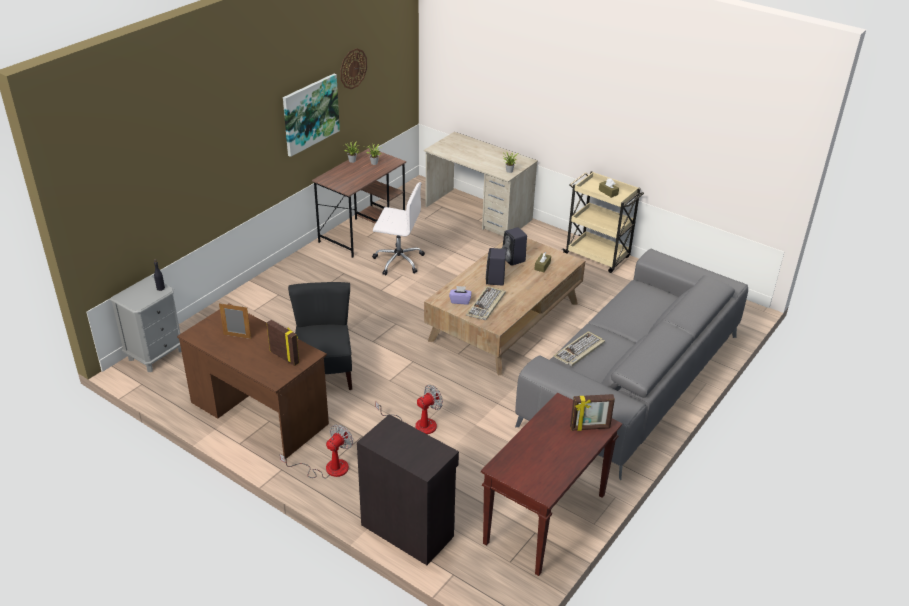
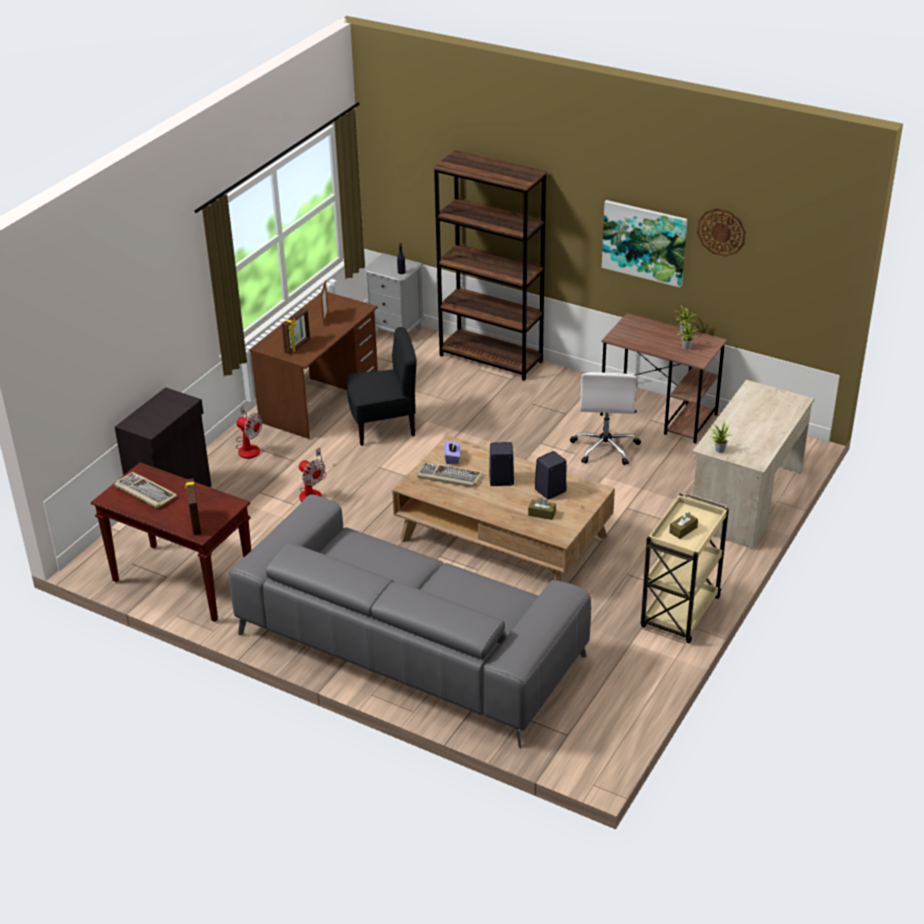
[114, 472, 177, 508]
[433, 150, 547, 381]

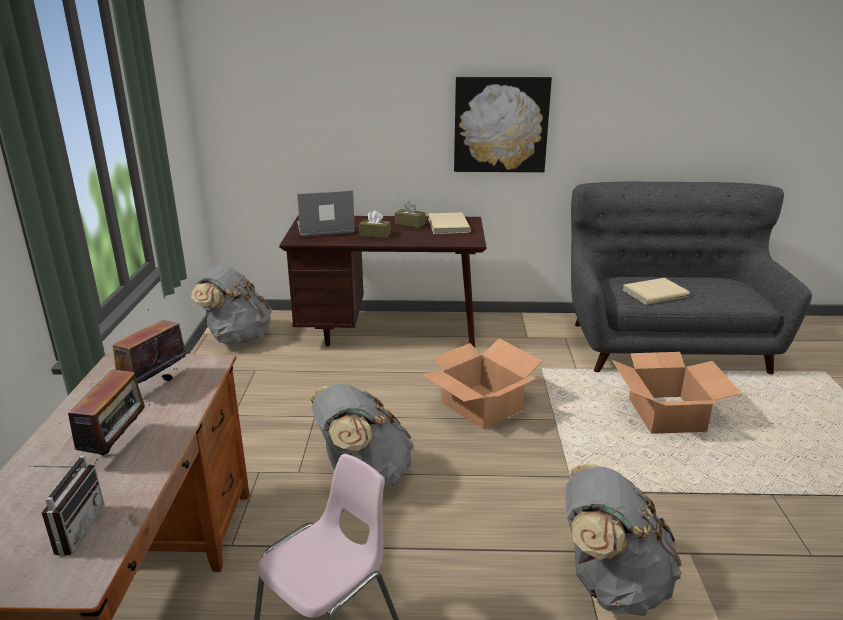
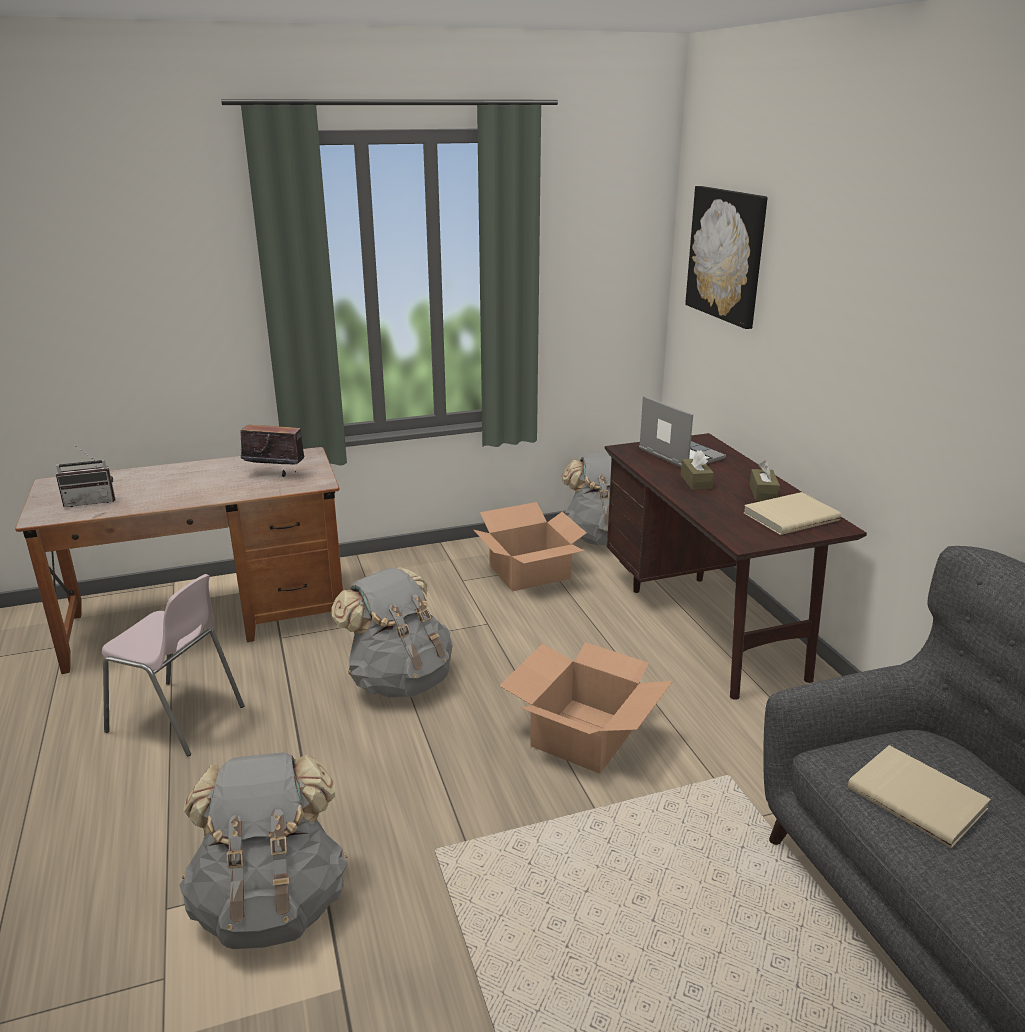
[474, 502, 587, 592]
[685, 186, 768, 329]
[59, 369, 150, 463] (first image)

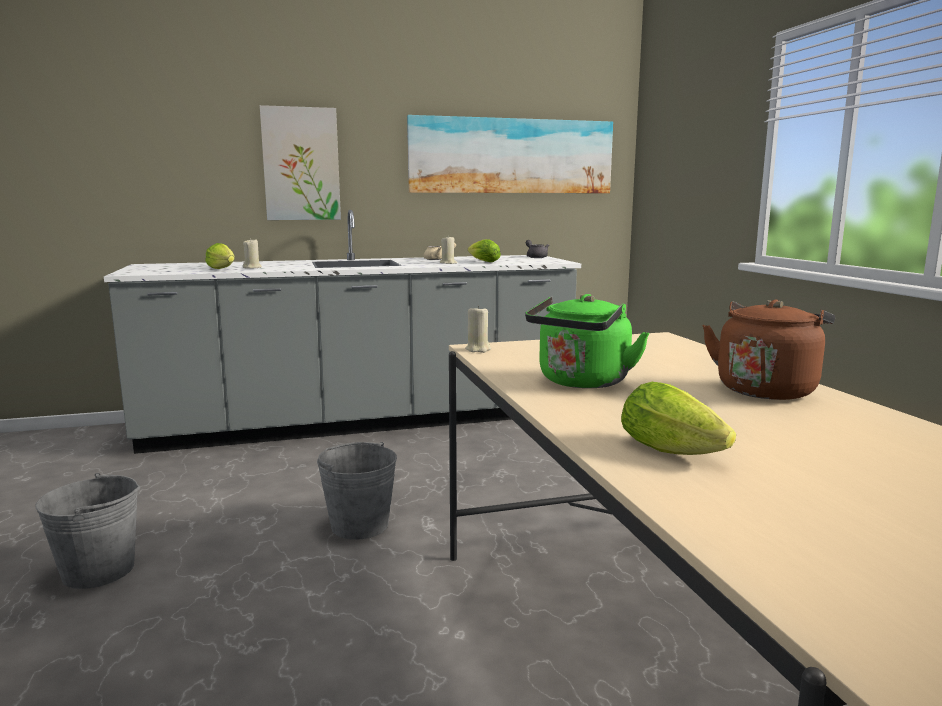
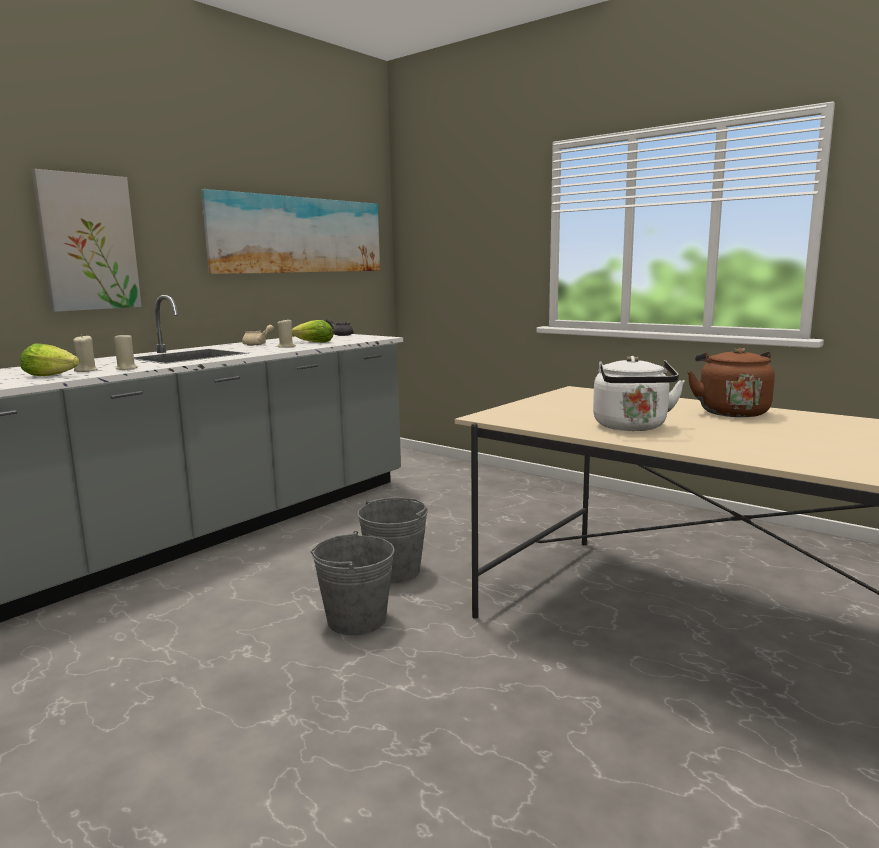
[114, 333, 138, 370]
[357, 497, 428, 583]
[593, 356, 685, 431]
[621, 382, 736, 455] (first image)

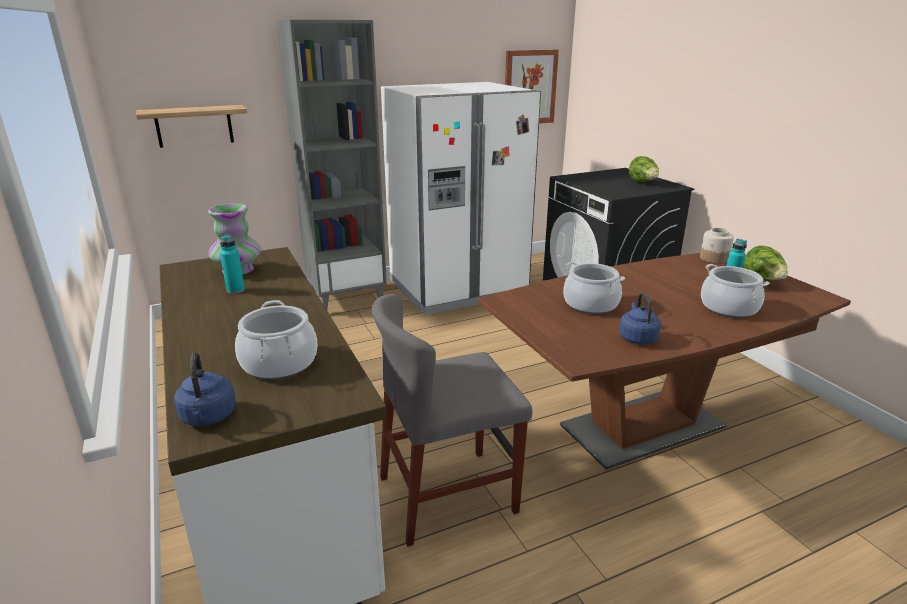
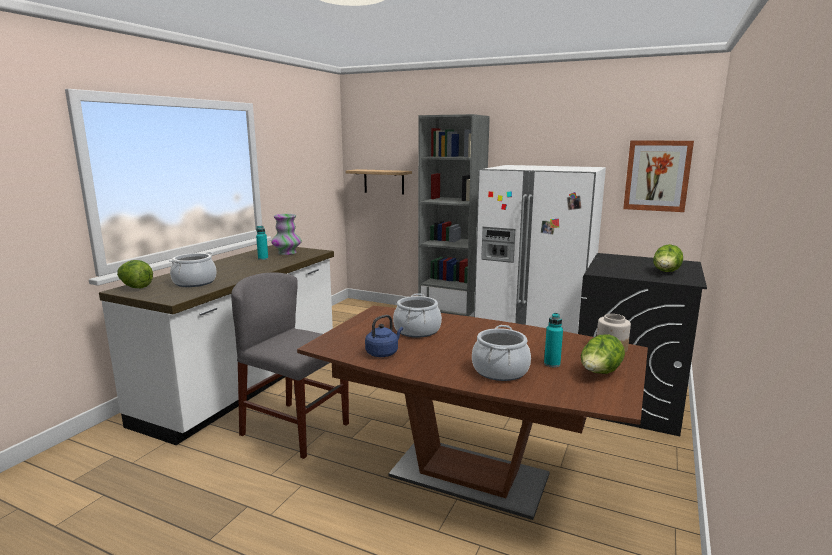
[117, 260, 153, 288]

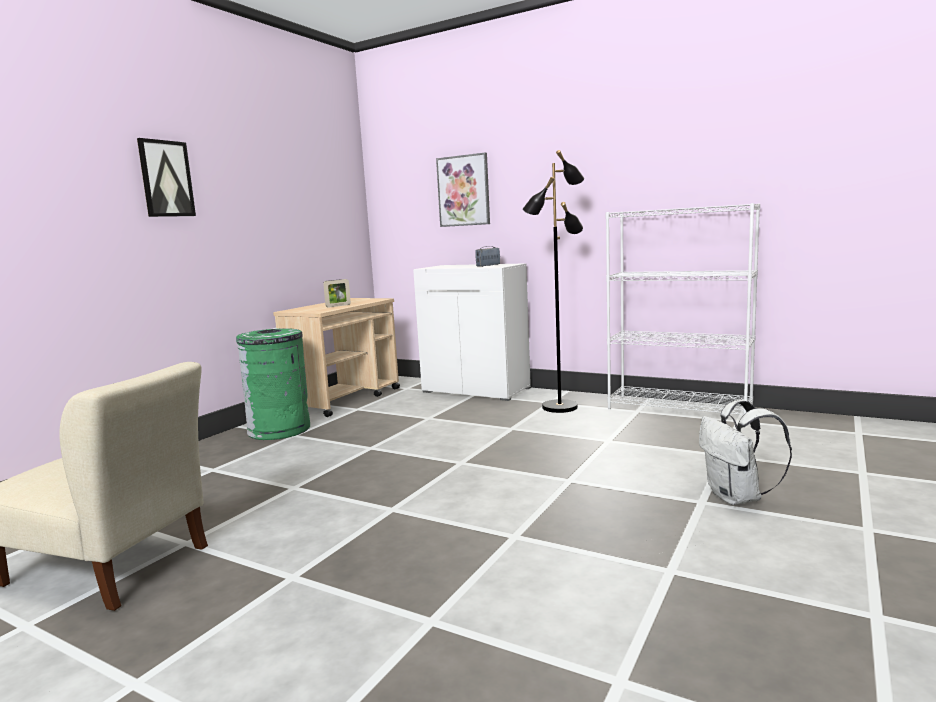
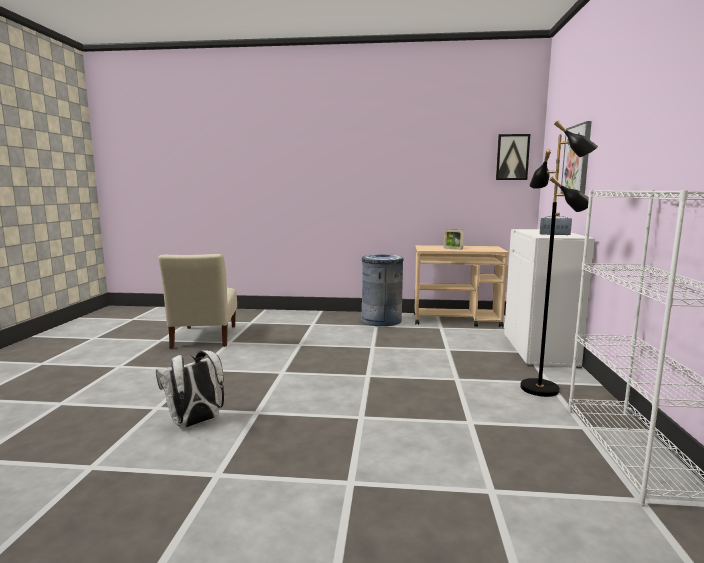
[156, 350, 224, 428]
[361, 254, 403, 327]
[496, 134, 530, 180]

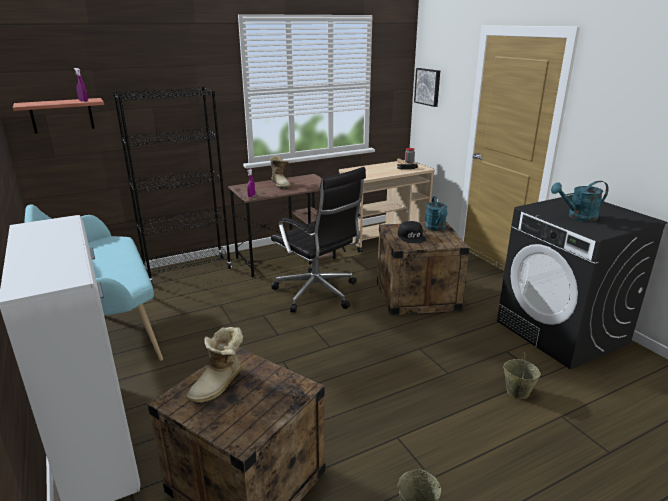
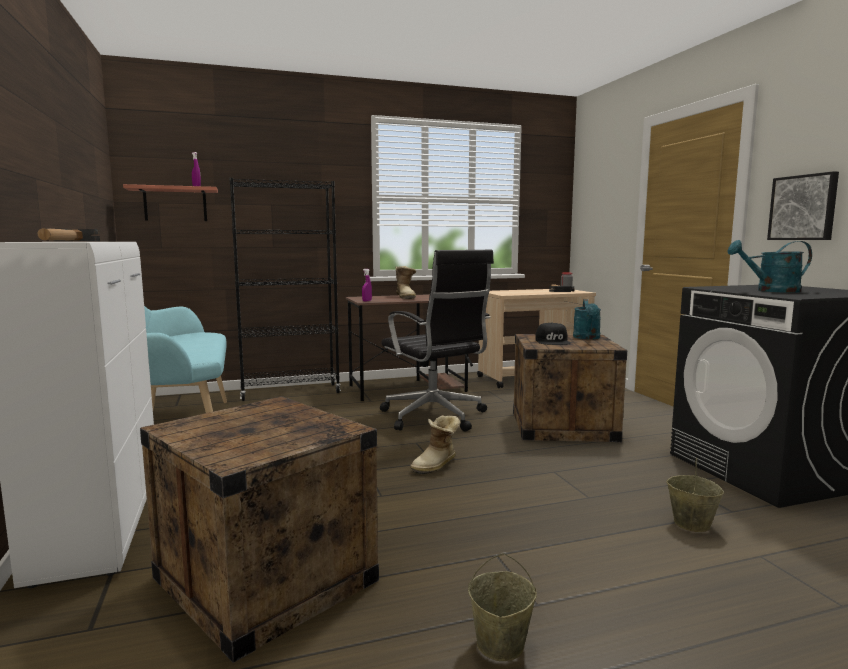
[38, 228, 100, 241]
[410, 415, 460, 475]
[767, 171, 839, 240]

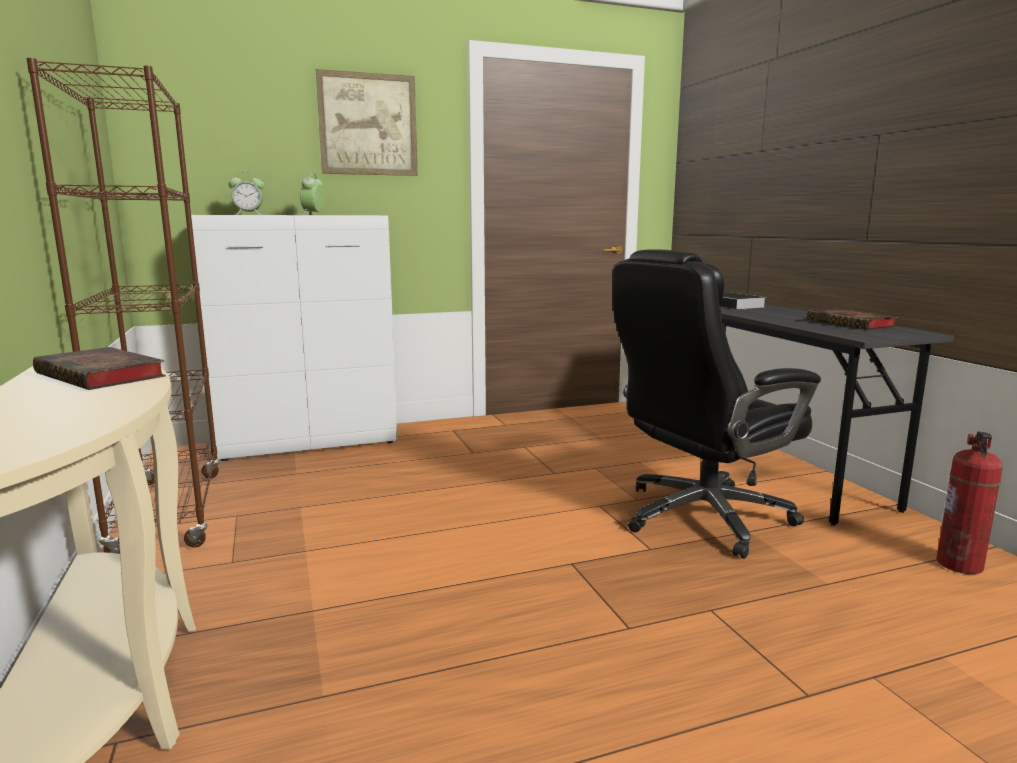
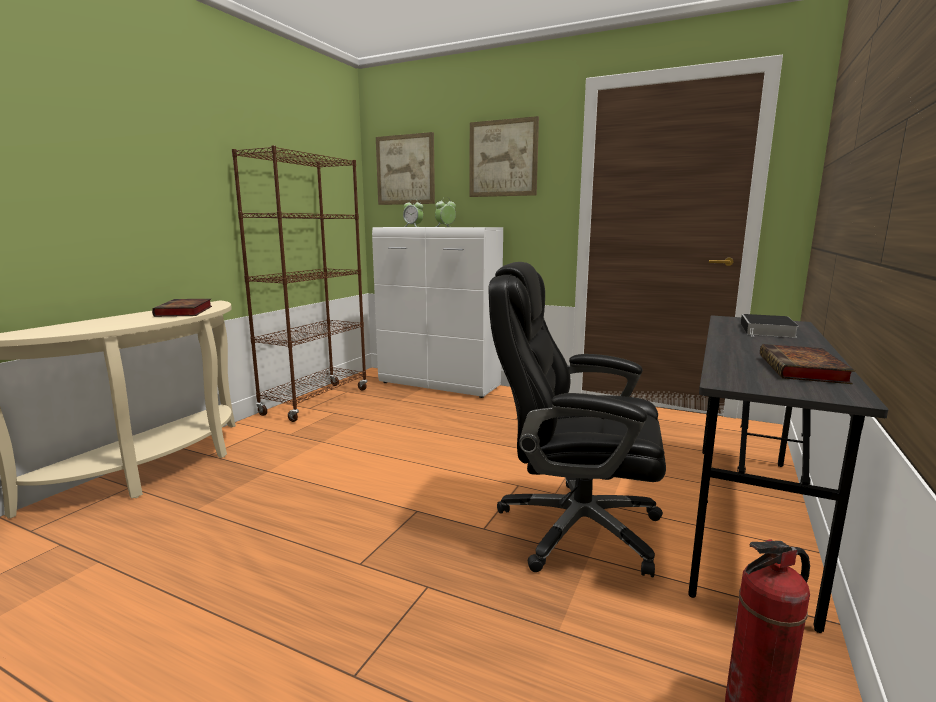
[376, 132, 435, 205]

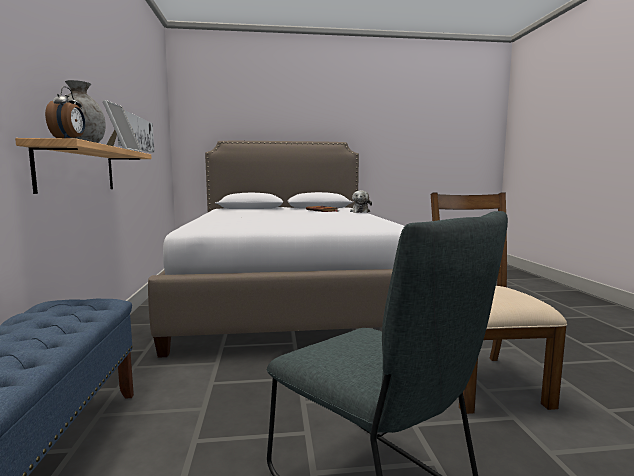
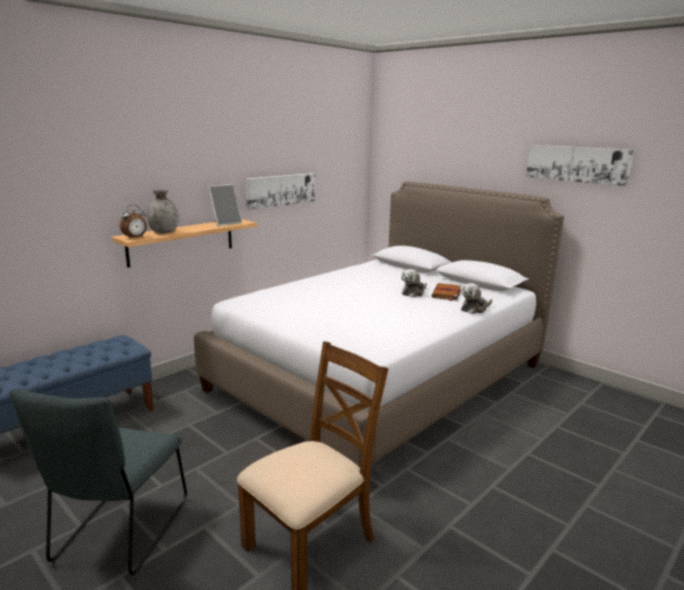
[401, 269, 427, 297]
[526, 145, 634, 186]

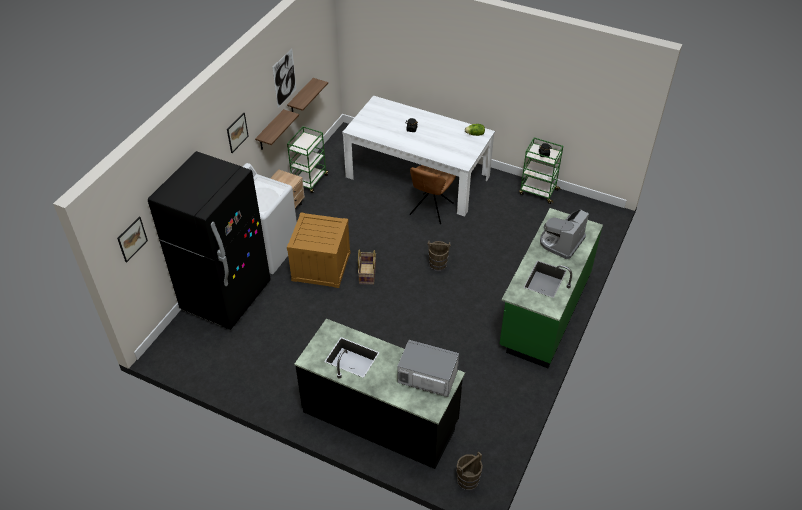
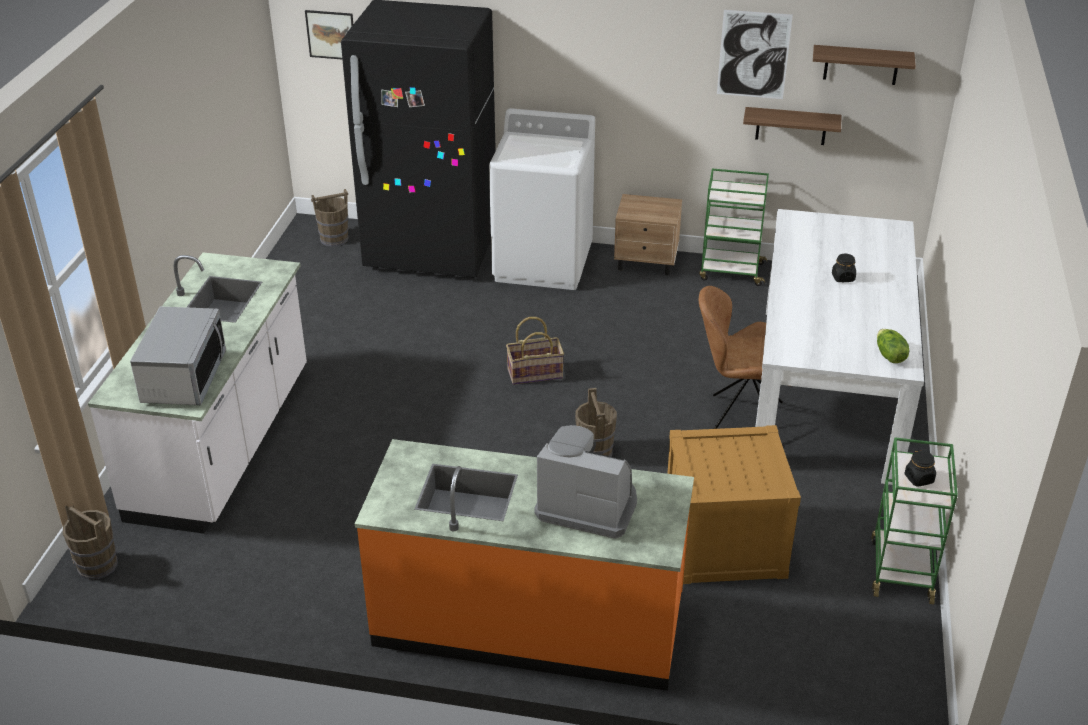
[88, 252, 307, 534]
[311, 189, 349, 247]
[355, 439, 694, 691]
[667, 425, 801, 584]
[813, 45, 916, 85]
[227, 113, 249, 153] (first image)

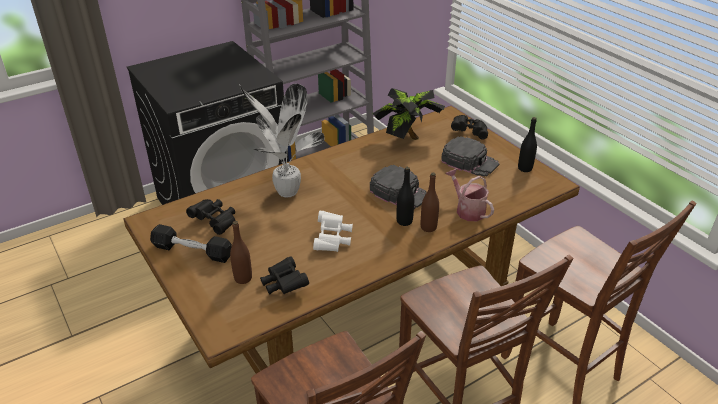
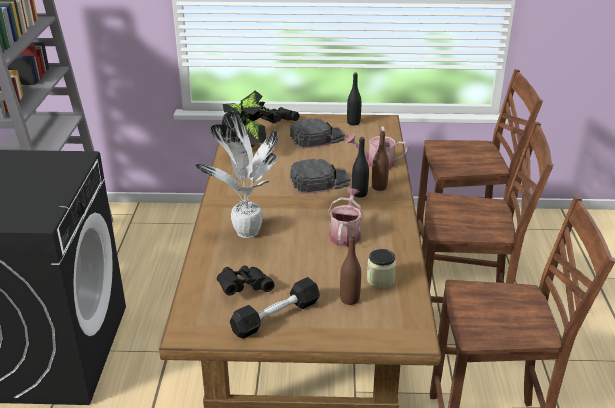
[328, 188, 363, 247]
[367, 249, 396, 288]

